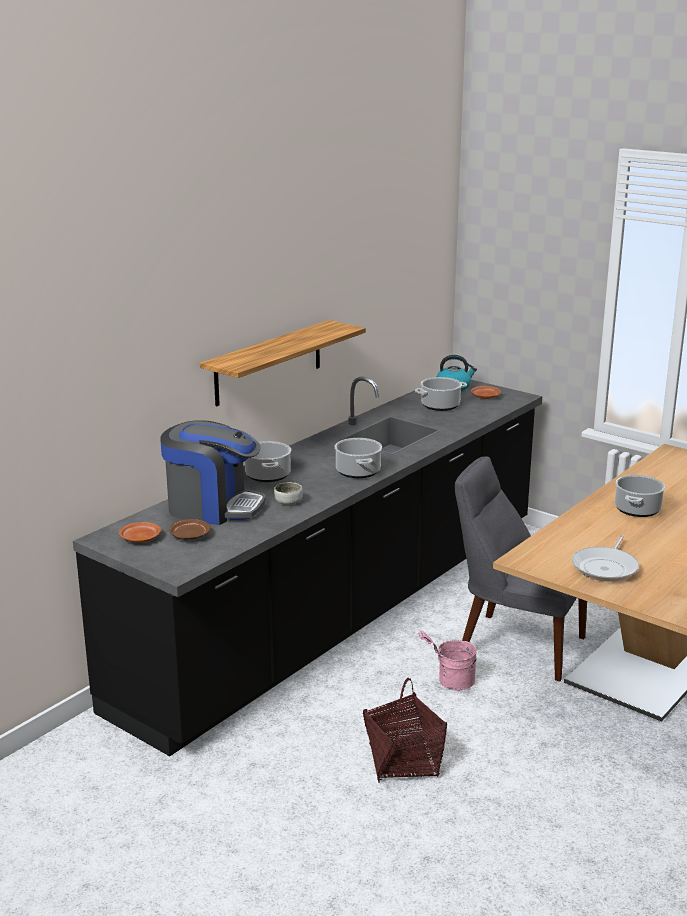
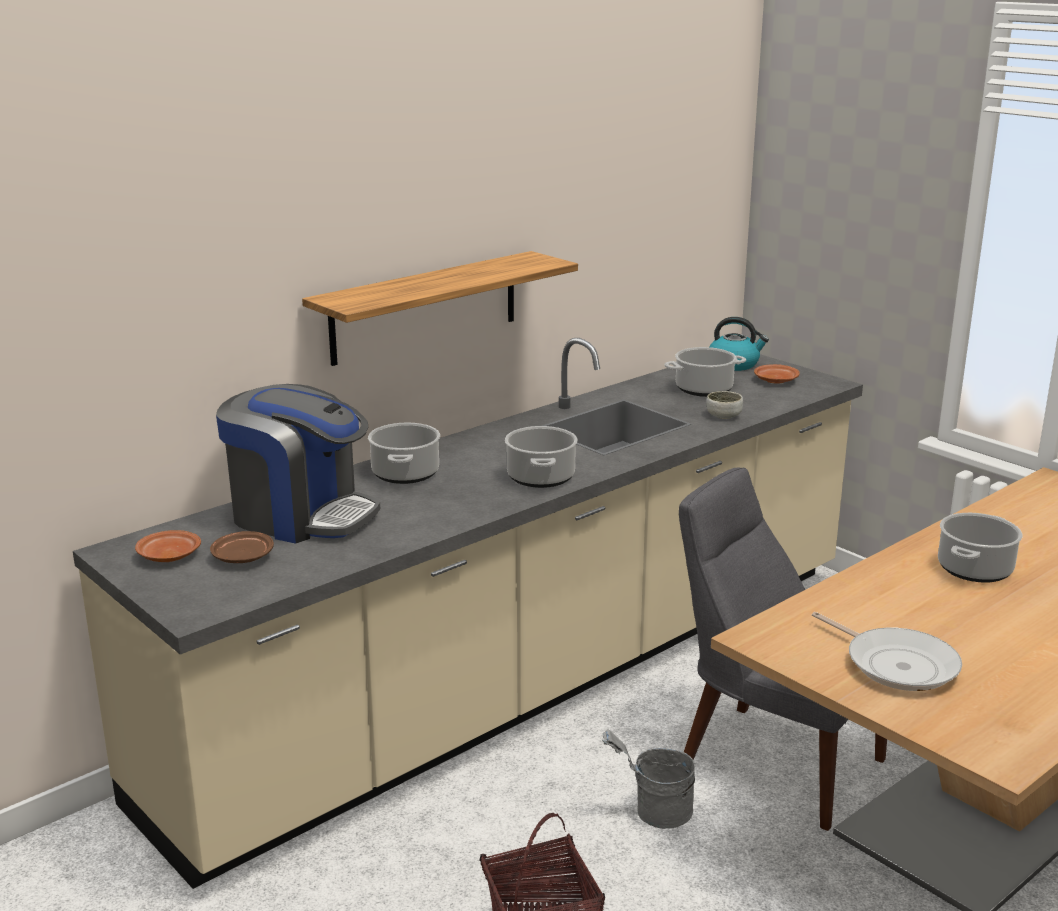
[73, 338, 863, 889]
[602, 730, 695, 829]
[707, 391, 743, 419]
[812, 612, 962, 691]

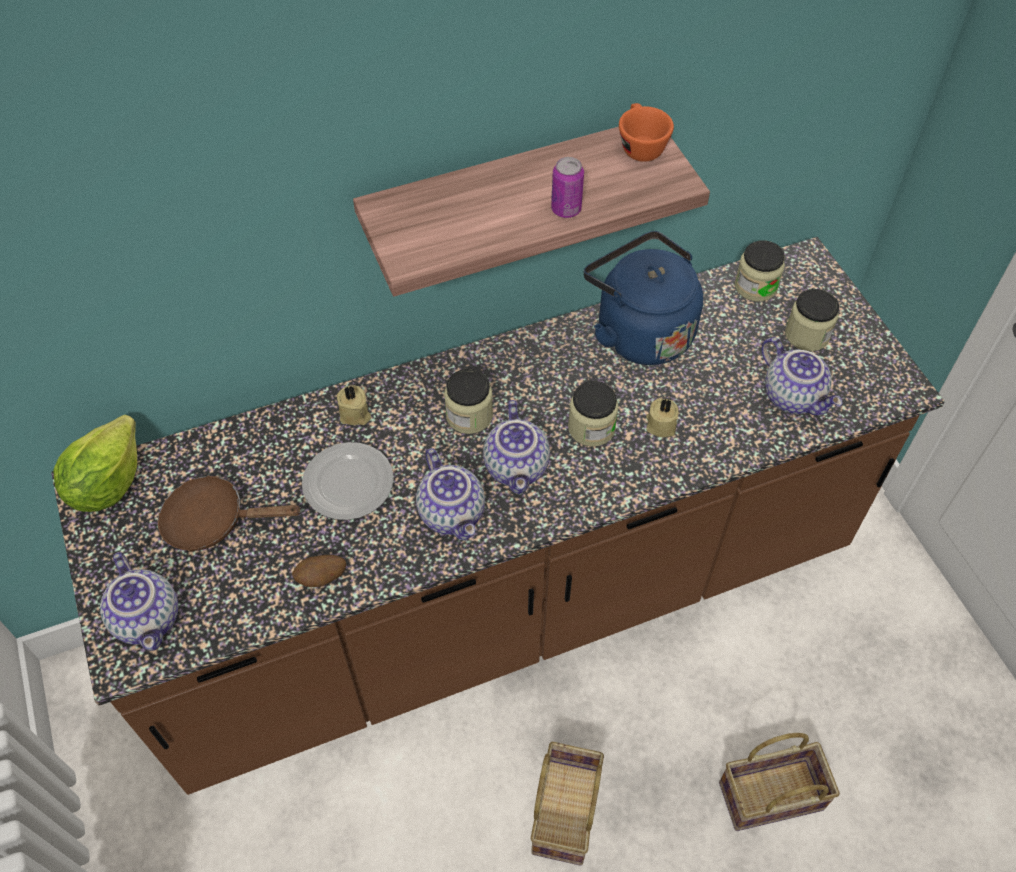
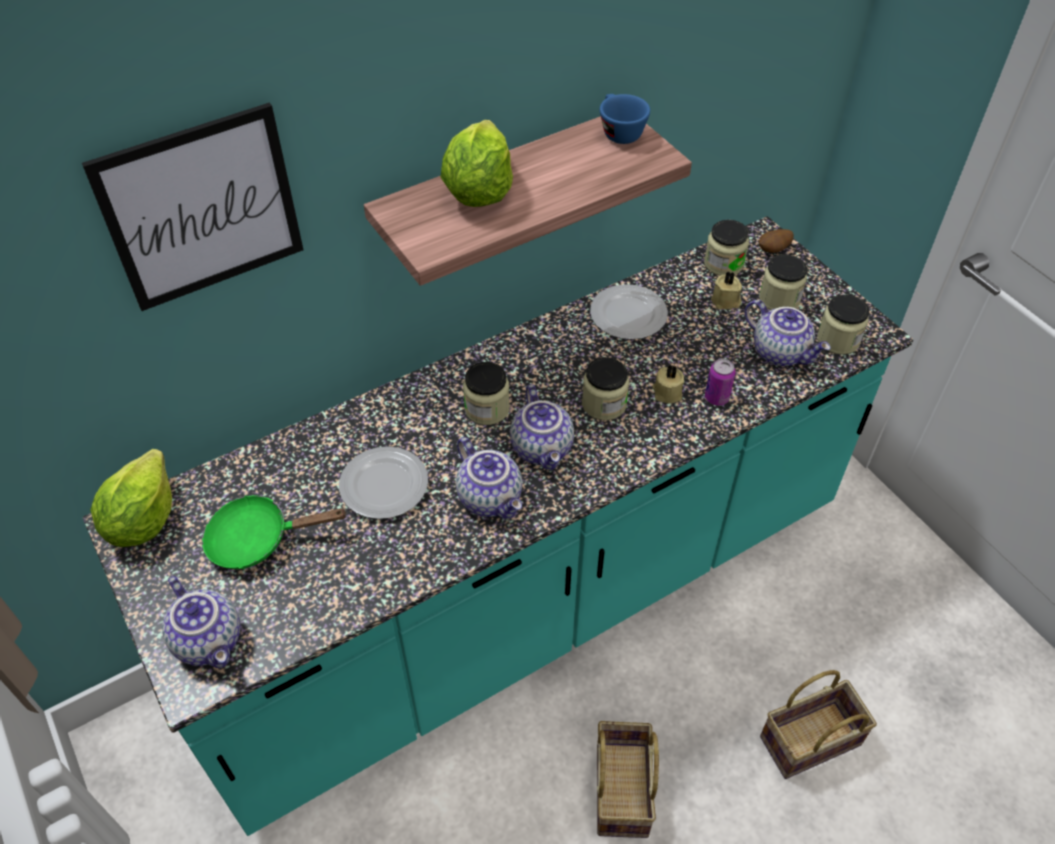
[82, 103, 303, 311]
[83, 216, 914, 836]
[202, 495, 348, 569]
[441, 120, 513, 207]
[590, 284, 668, 340]
[600, 94, 650, 144]
[705, 359, 736, 406]
[711, 272, 742, 310]
[759, 229, 794, 253]
[817, 294, 869, 355]

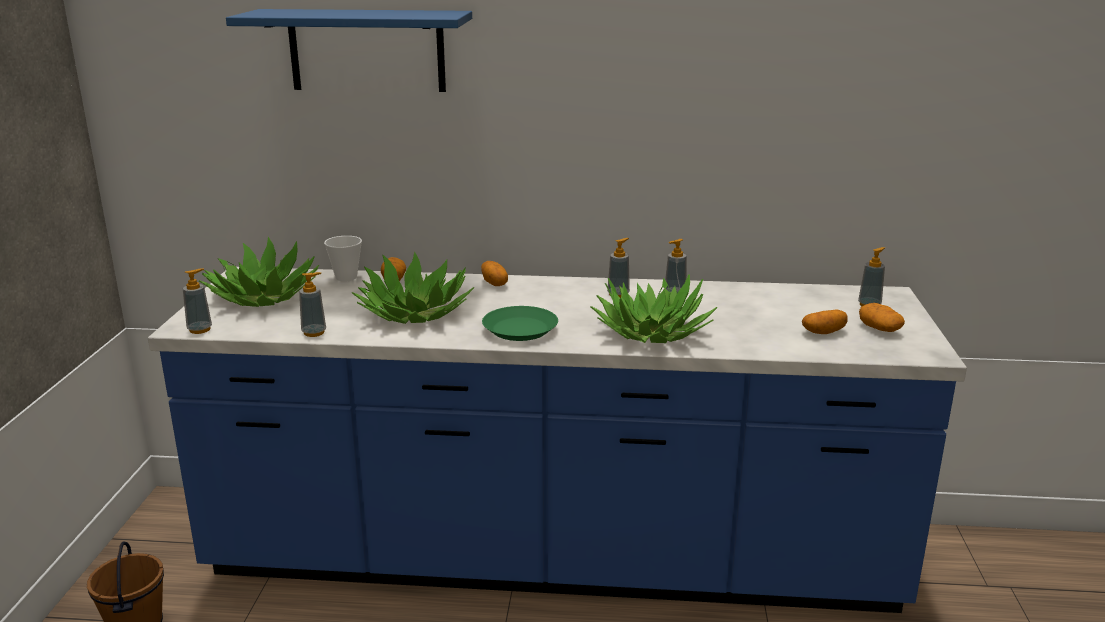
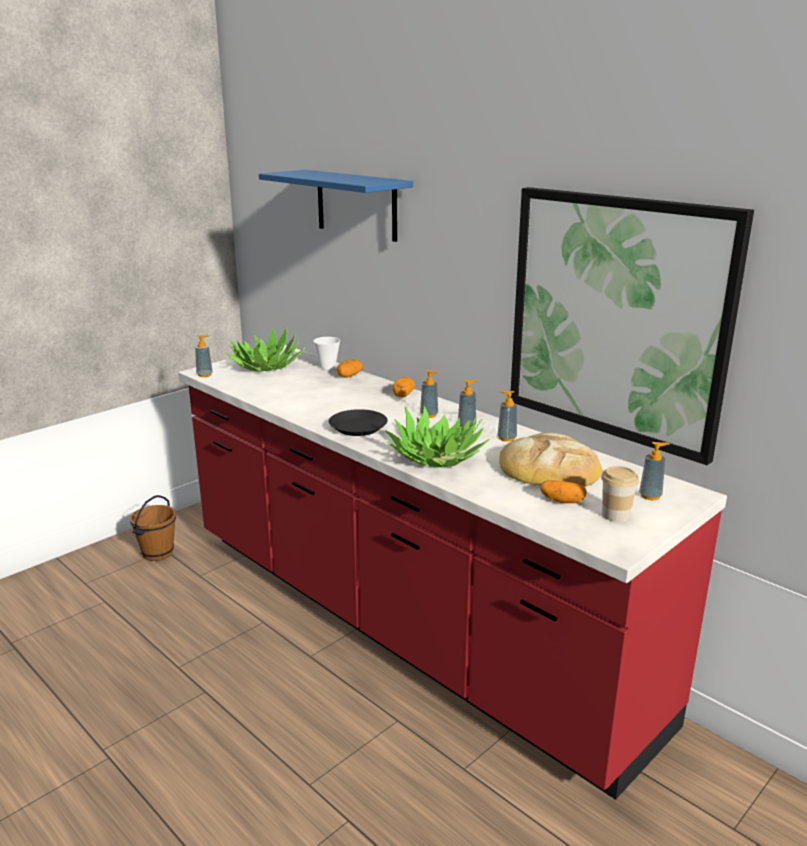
[178, 345, 727, 800]
[329, 409, 388, 436]
[420, 370, 439, 418]
[499, 433, 602, 487]
[511, 187, 754, 465]
[601, 466, 639, 522]
[352, 251, 474, 324] (first image)

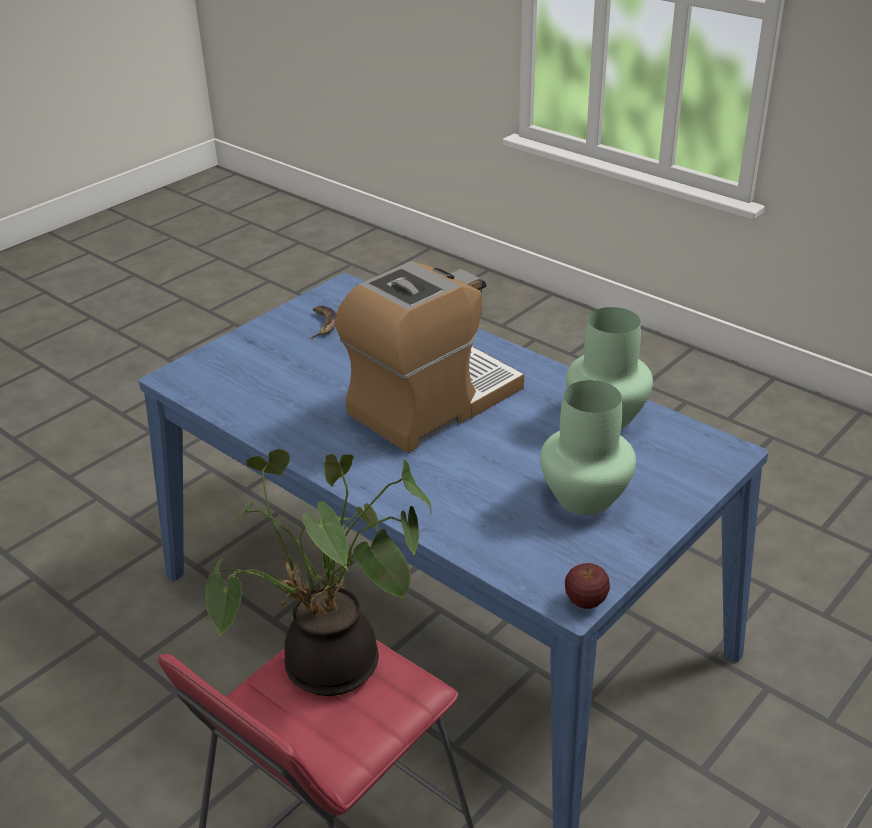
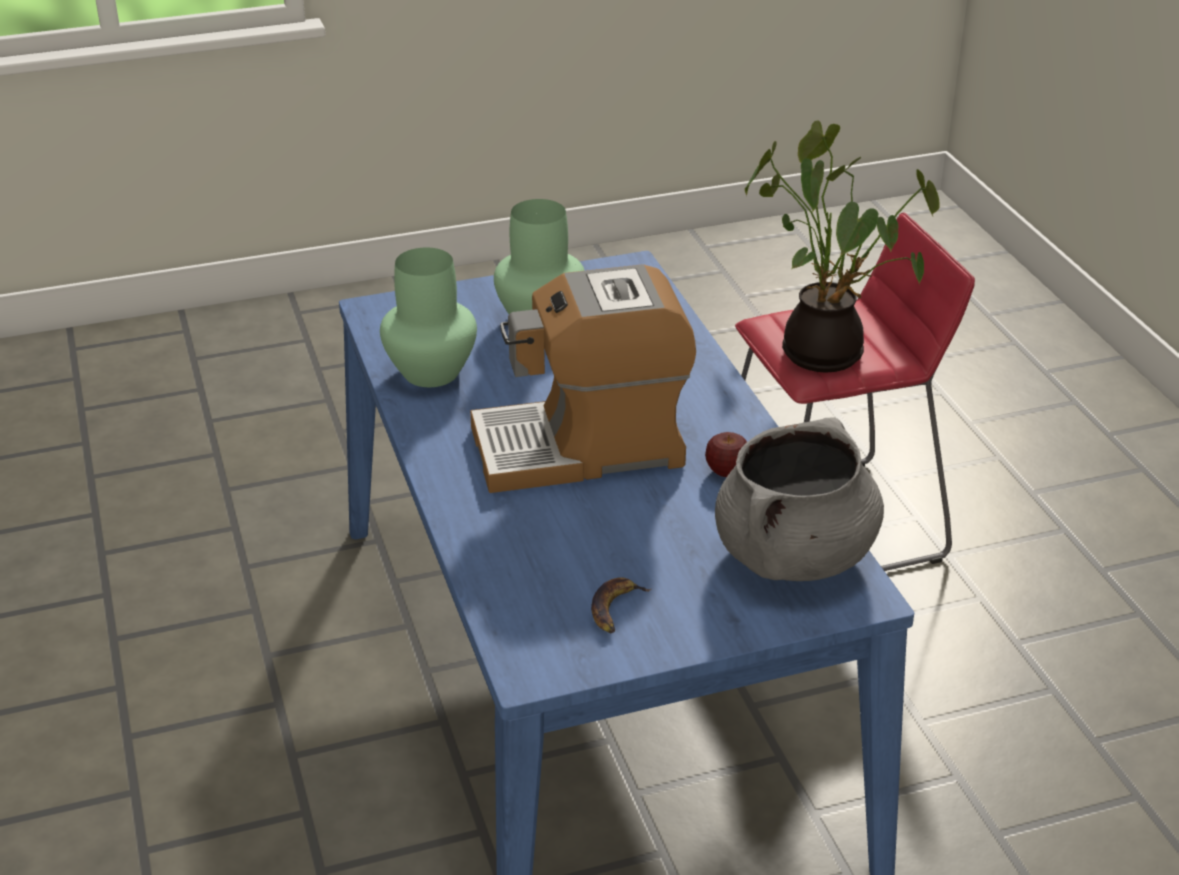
[705, 432, 747, 477]
[715, 417, 884, 581]

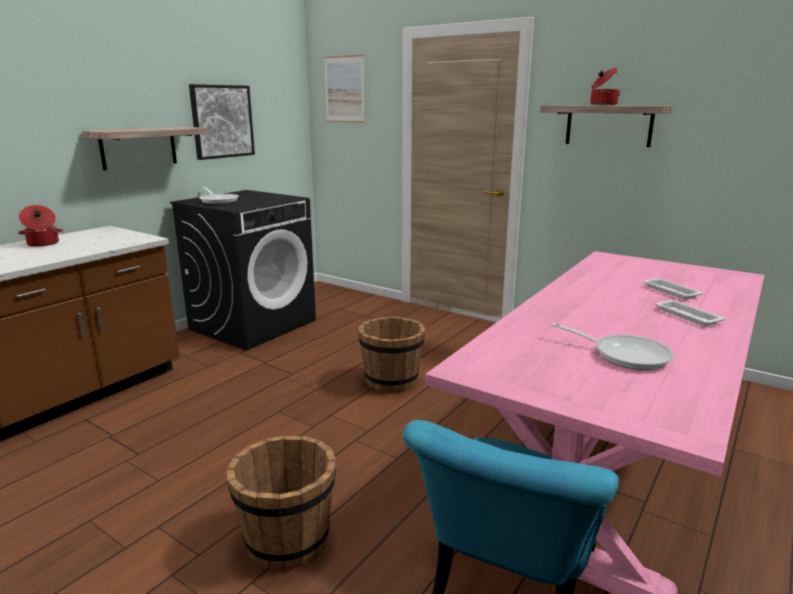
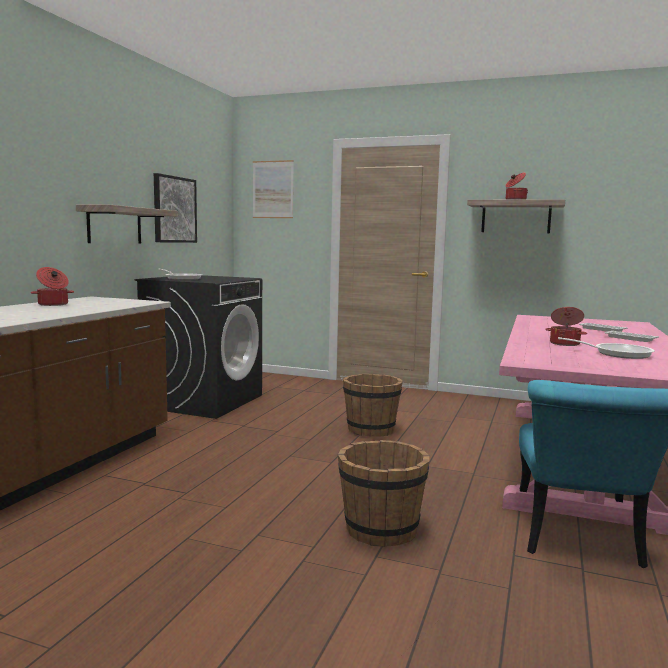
[545, 307, 587, 346]

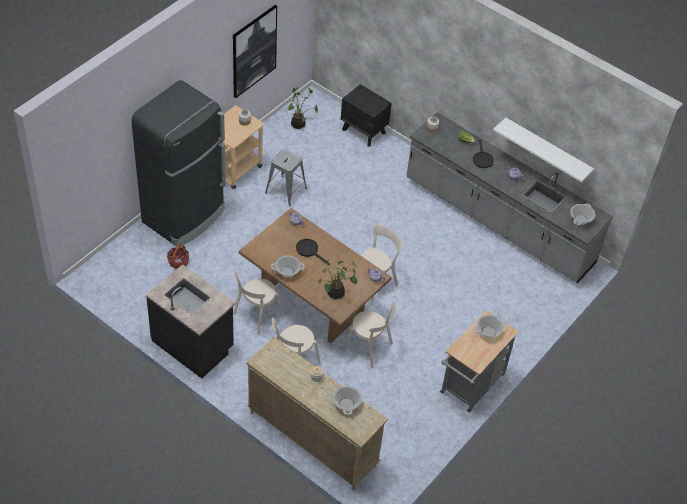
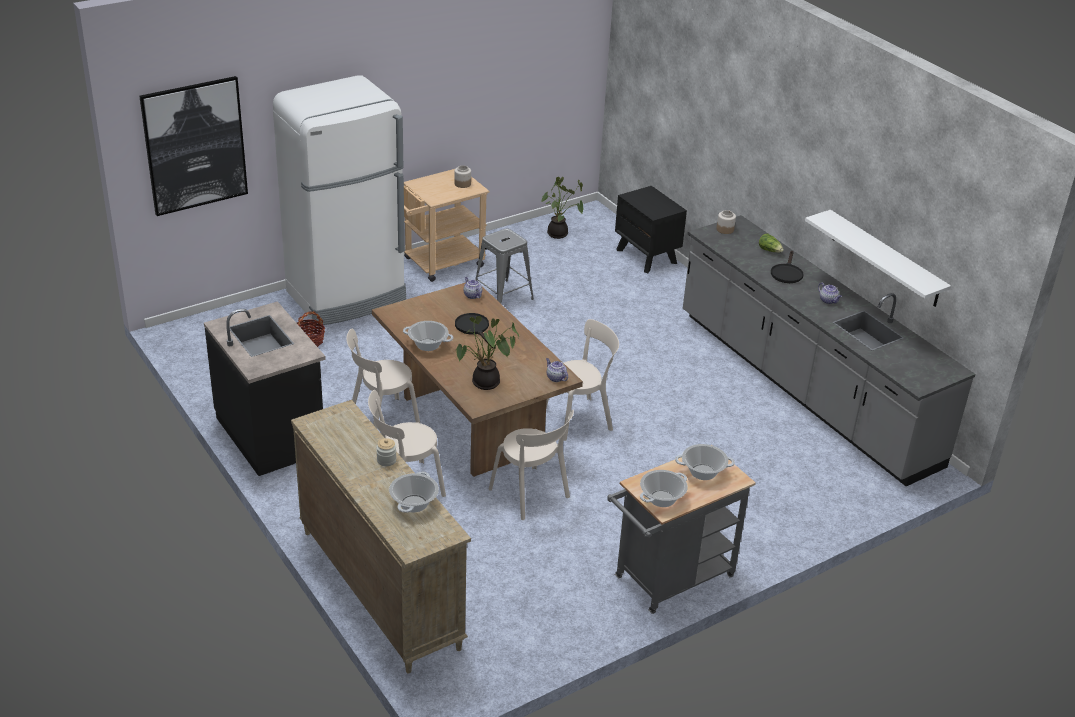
[139, 76, 248, 216]
[273, 75, 406, 325]
[640, 470, 688, 507]

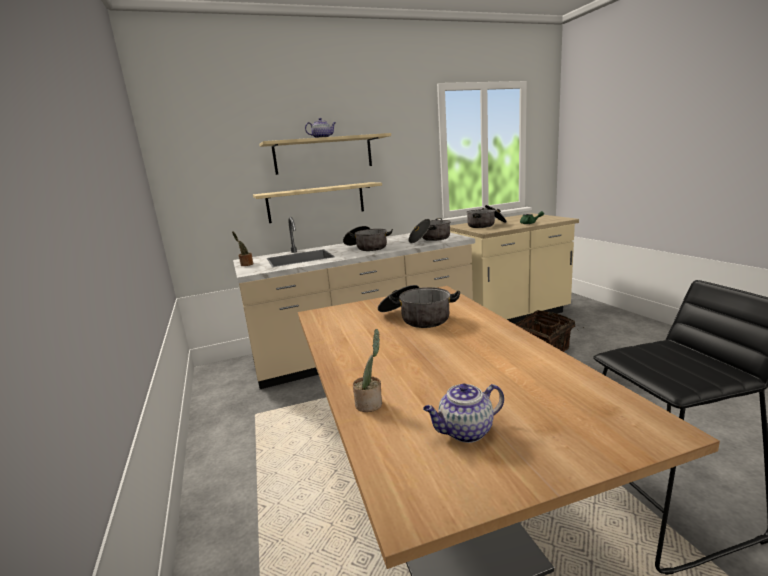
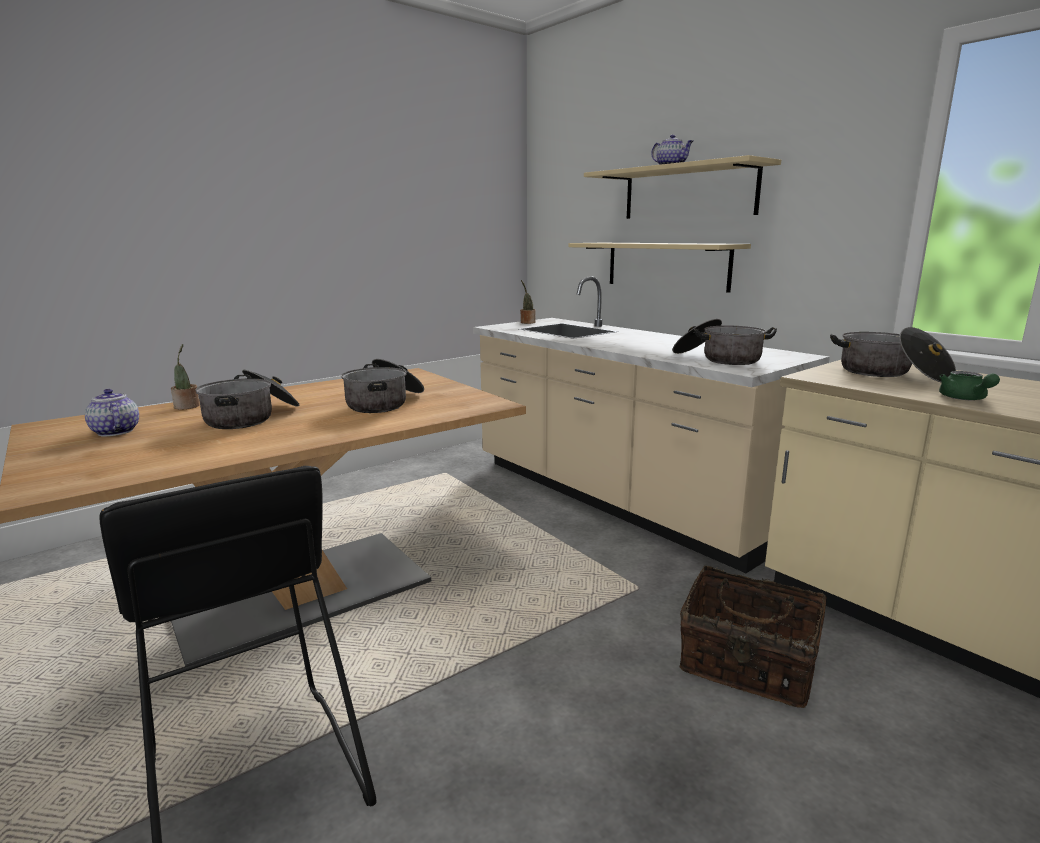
[195, 370, 299, 429]

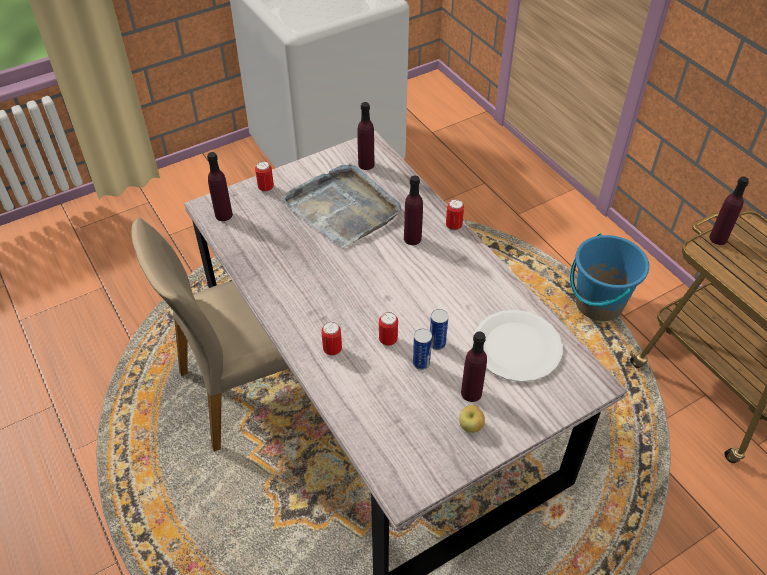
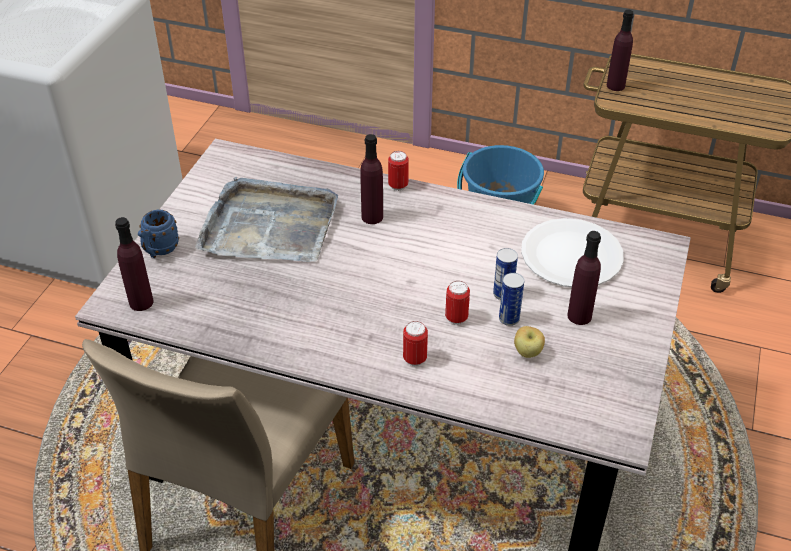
[138, 209, 179, 258]
[514, 326, 545, 358]
[357, 102, 375, 170] (first image)

